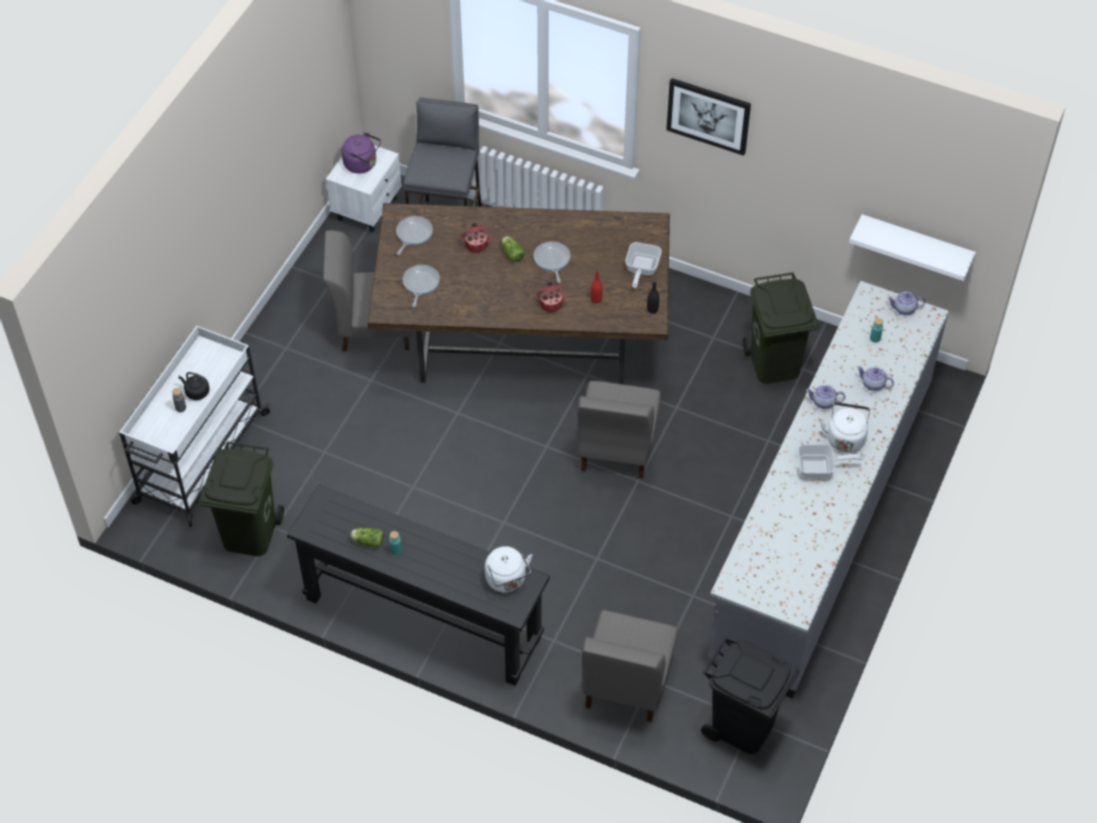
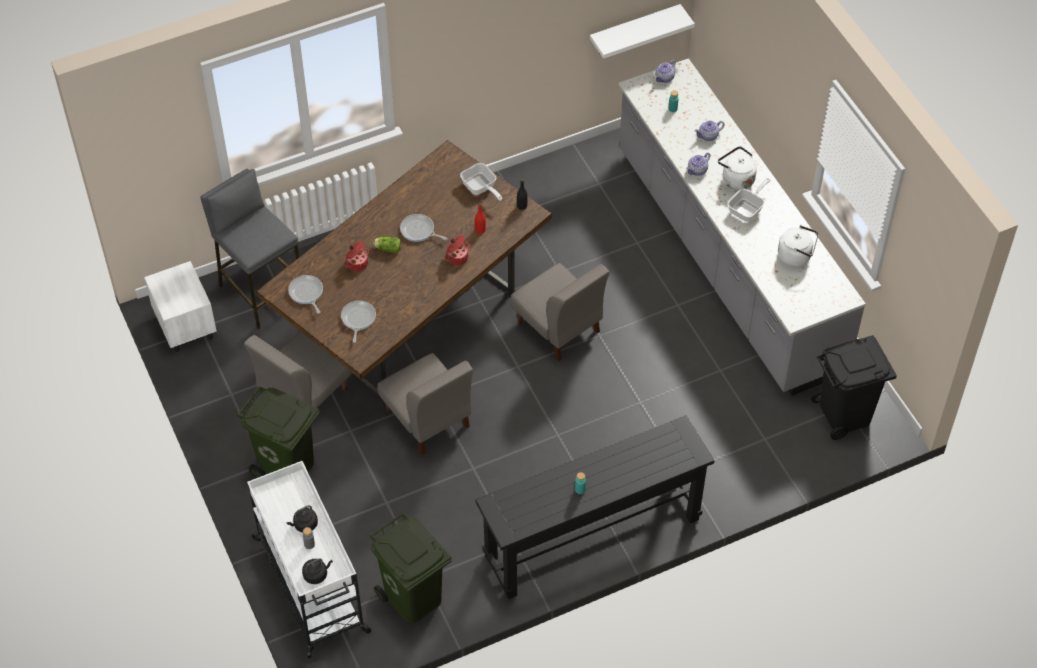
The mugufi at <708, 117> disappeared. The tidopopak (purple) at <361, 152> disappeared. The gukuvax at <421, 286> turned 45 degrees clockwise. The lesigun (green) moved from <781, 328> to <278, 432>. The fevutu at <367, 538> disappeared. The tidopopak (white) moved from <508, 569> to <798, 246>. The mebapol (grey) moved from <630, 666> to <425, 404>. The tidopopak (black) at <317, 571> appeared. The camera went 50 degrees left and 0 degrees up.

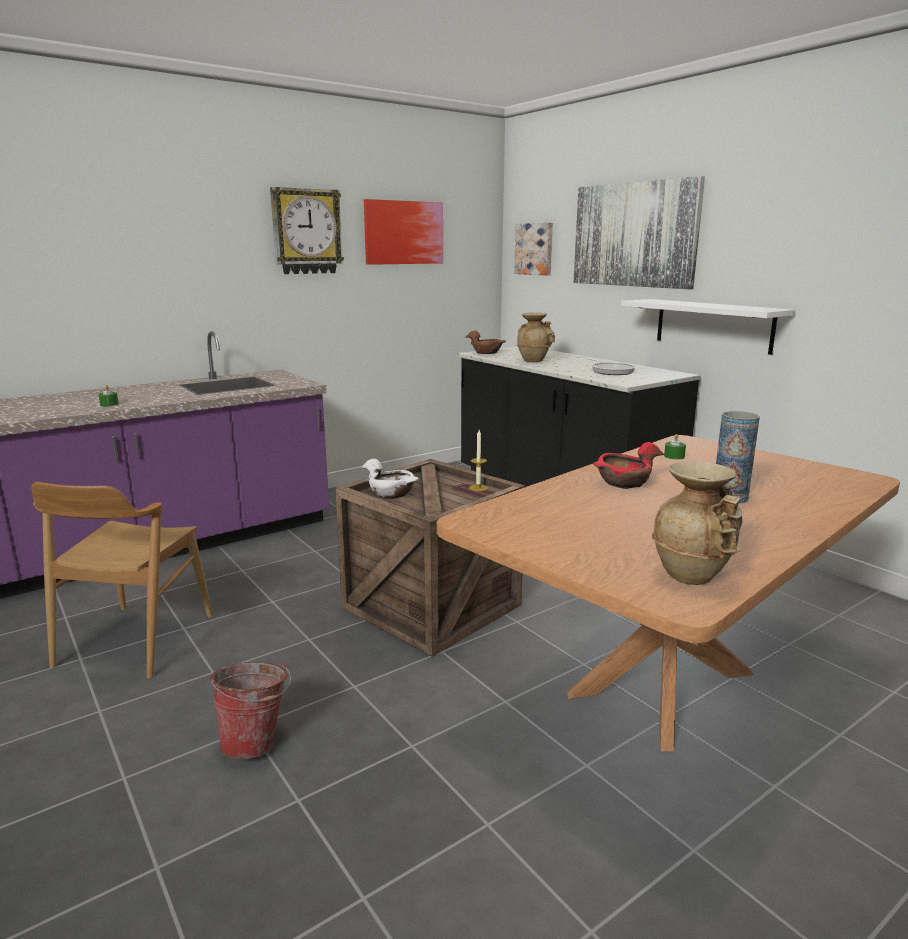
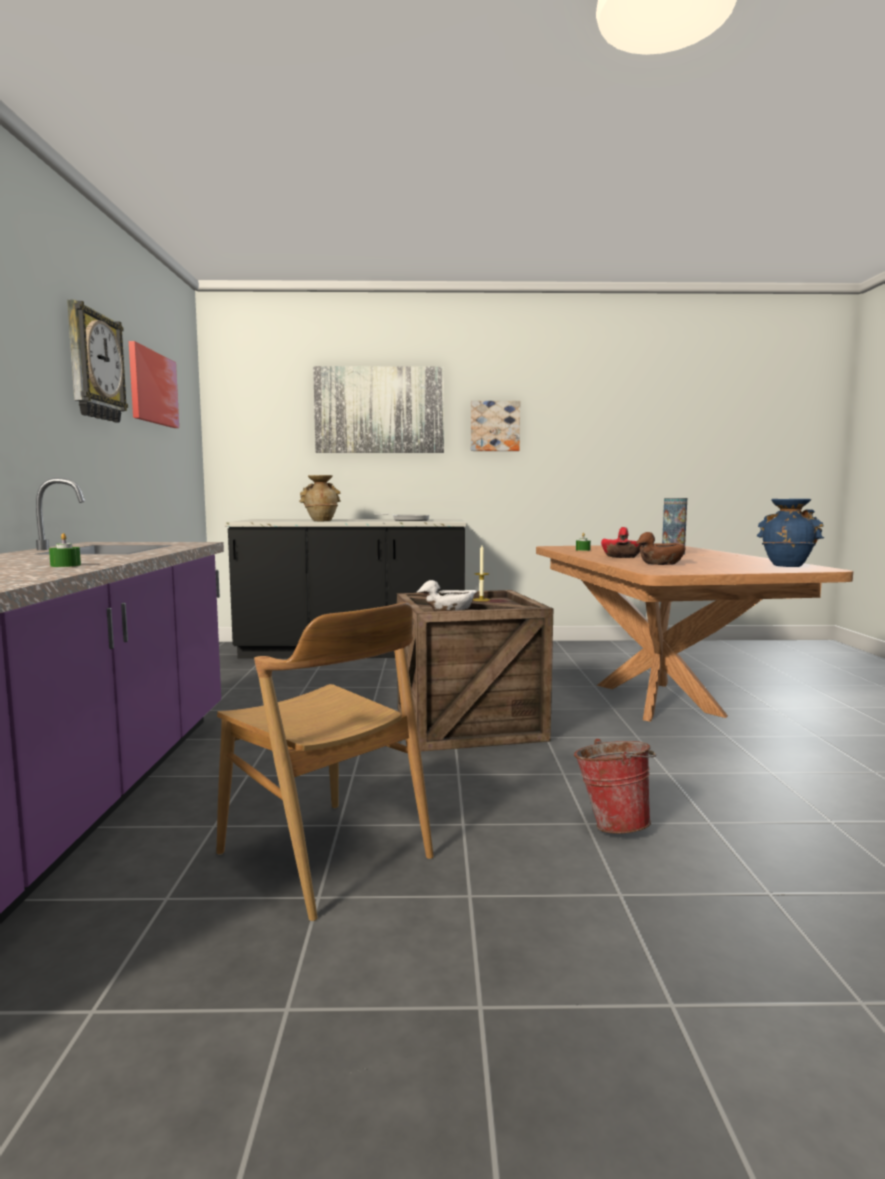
The mugufi moved from <533, 248> to <495, 426>. The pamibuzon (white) at <708, 327> disappeared. The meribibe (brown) moved from <486, 342> to <661, 548>. The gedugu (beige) at <697, 523> became the gedugu (blue) at <790, 533>. The camera went 55 degrees left and 10 degrees down.

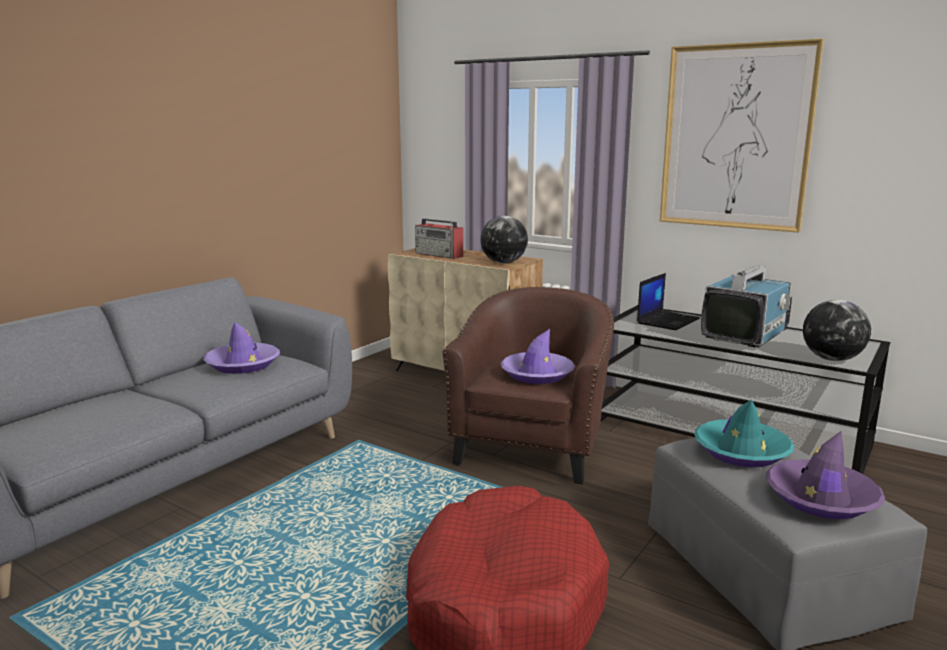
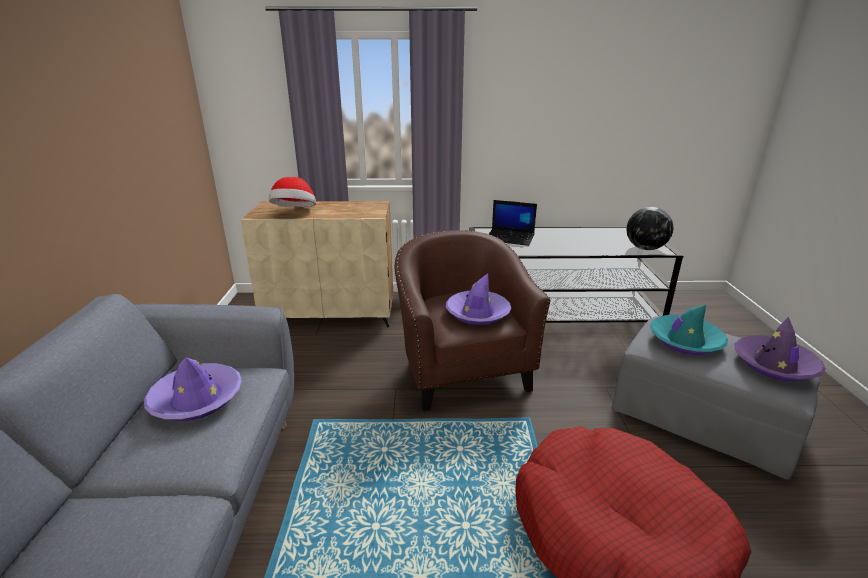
The mugufi at <742, 136> disappeared. The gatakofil at <504, 239> disappeared. The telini at <439, 238> was replaced by the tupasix at <292, 192>. The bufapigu at <746, 306> disappeared. The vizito at <668, 301> turned 105 degrees clockwise. The camera went 35 degrees left and 10 degrees up.

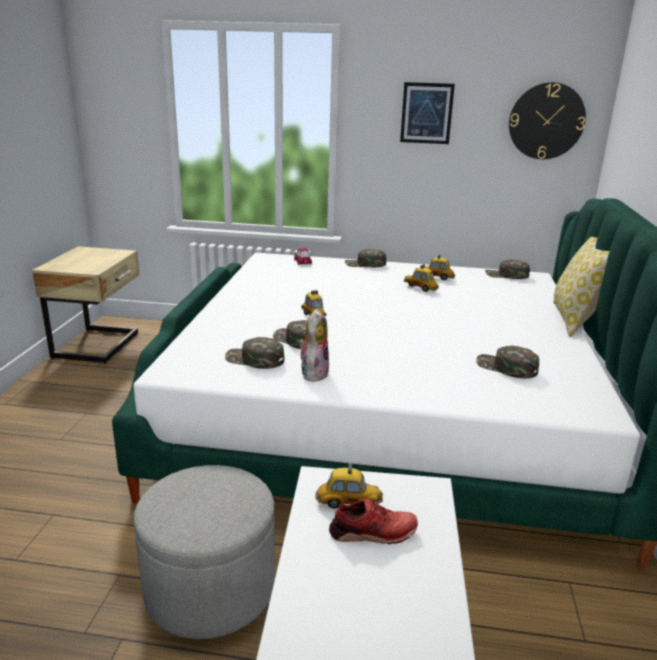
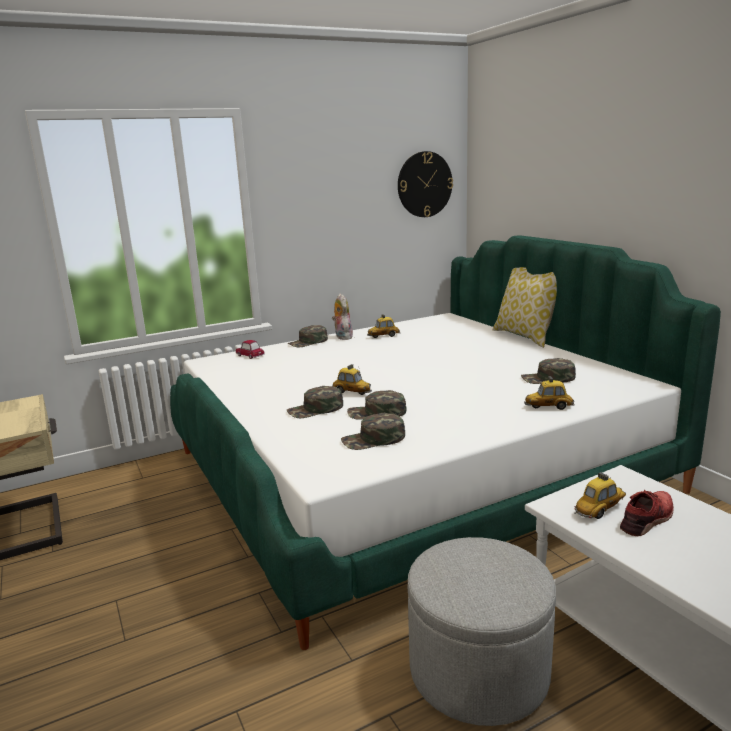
The mugufi at <427, 113> disappeared. The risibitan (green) moved from <507, 269> to <315, 402>. The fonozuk moved from <421, 278> to <549, 393>. The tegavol moved from <314, 345> to <342, 317>. The camera went 35 degrees left and 5 degrees down.

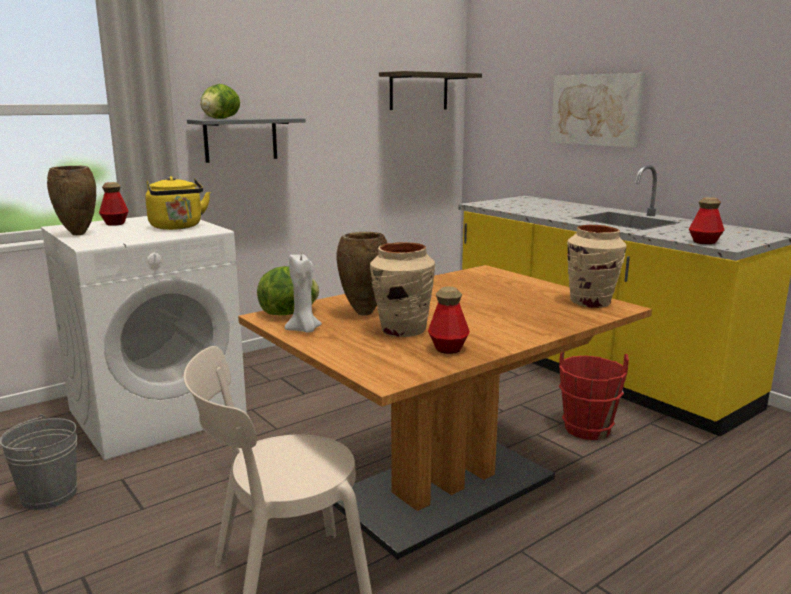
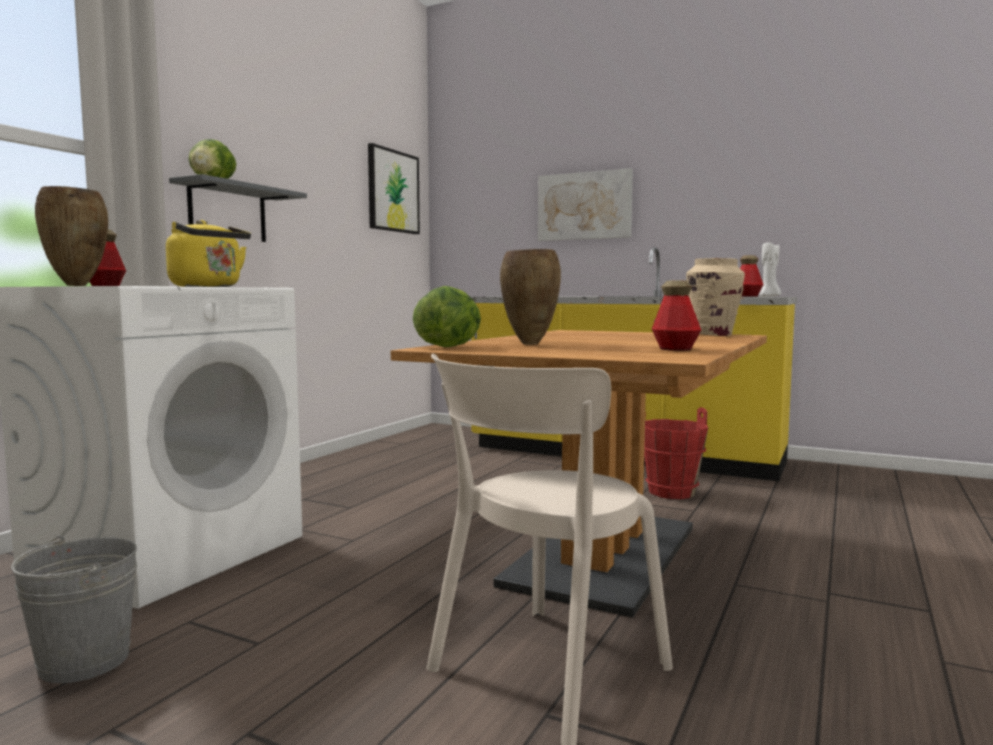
The pamibuzon at <430, 90> was replaced by the mugufi at <394, 188>. The gedugu (beige) at <402, 289> disappeared. The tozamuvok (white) moved from <303, 293> to <770, 269>. The camera went 25 degrees left and 10 degrees down.

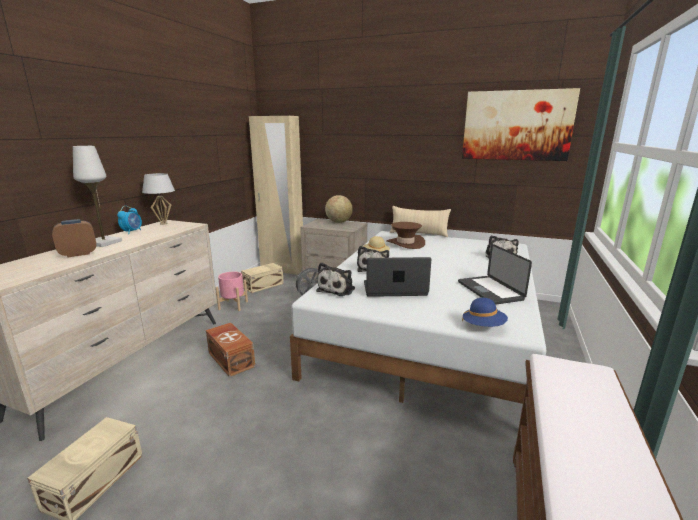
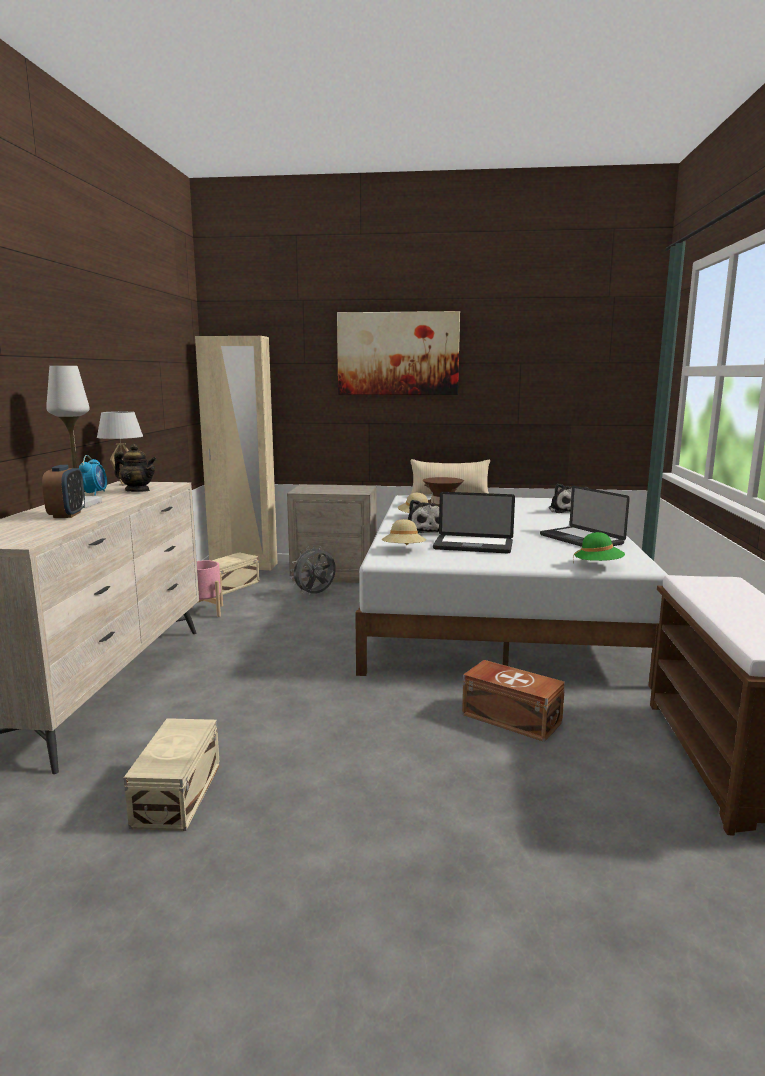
The mugufi moved from <521, 124> to <398, 353>. The gatakofil at <339, 209> disappeared. The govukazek at <74, 238> turned 135 degrees clockwise. The vizito at <397, 277> turned 150 degrees counterclockwise. The tegavol at <335, 279> was replaced by the tupasix (beige) at <404, 532>. The tupasix (blue) at <485, 312> became the tupasix (green) at <599, 547>. The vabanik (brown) moved from <230, 349> to <513, 701>. The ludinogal at <135, 468> appeared. The camera went 15 degrees left and 5 degrees down.

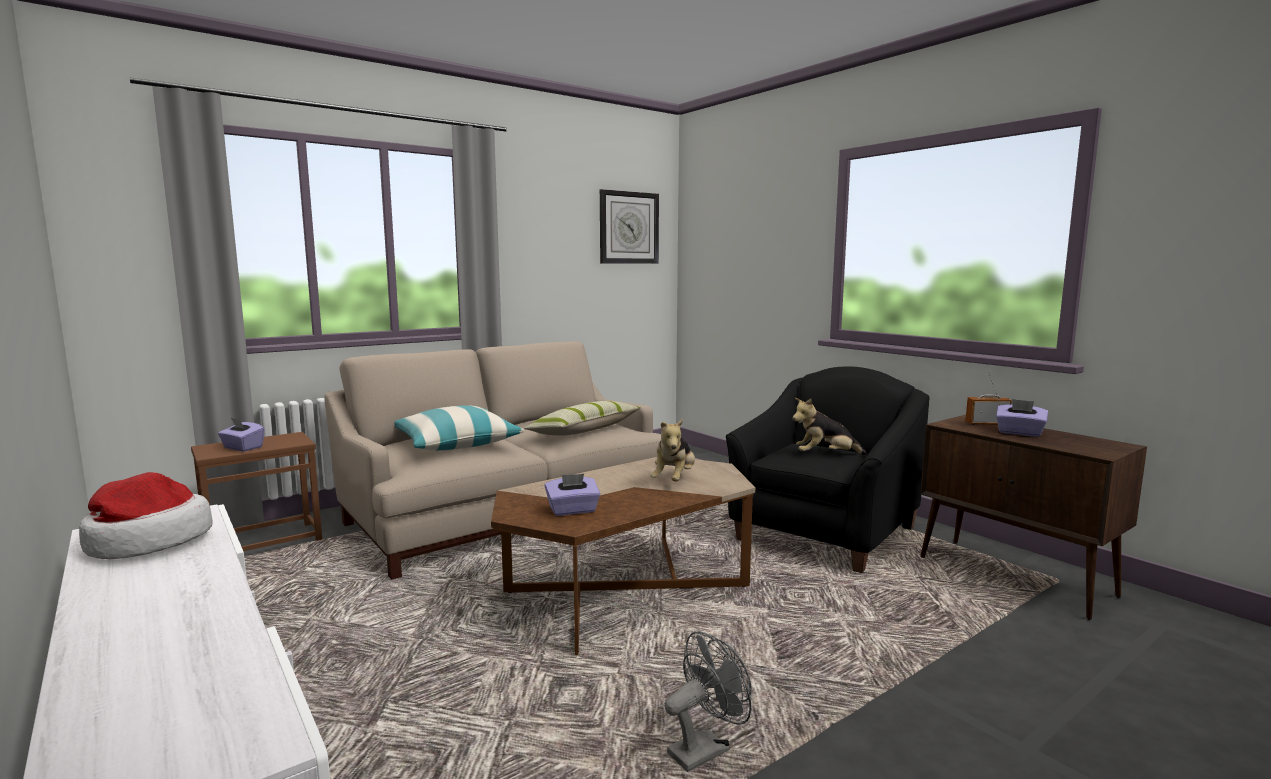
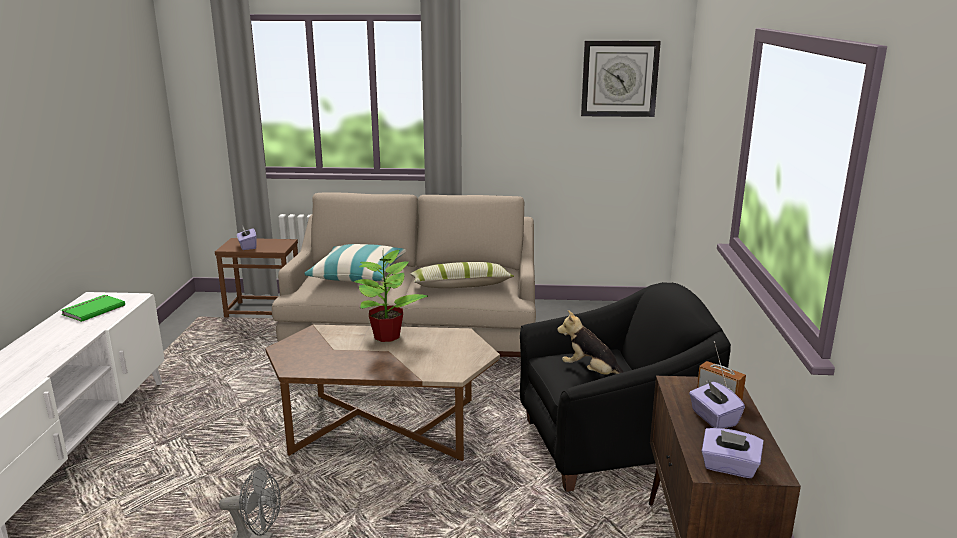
The tegavol at <672, 450> disappeared. The tupasix at <146, 515> was replaced by the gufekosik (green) at <93, 308>. The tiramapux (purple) moved from <572, 495> to <732, 453>. The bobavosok at <391, 296> appeared. The camera went 40 degrees right and 10 degrees up.

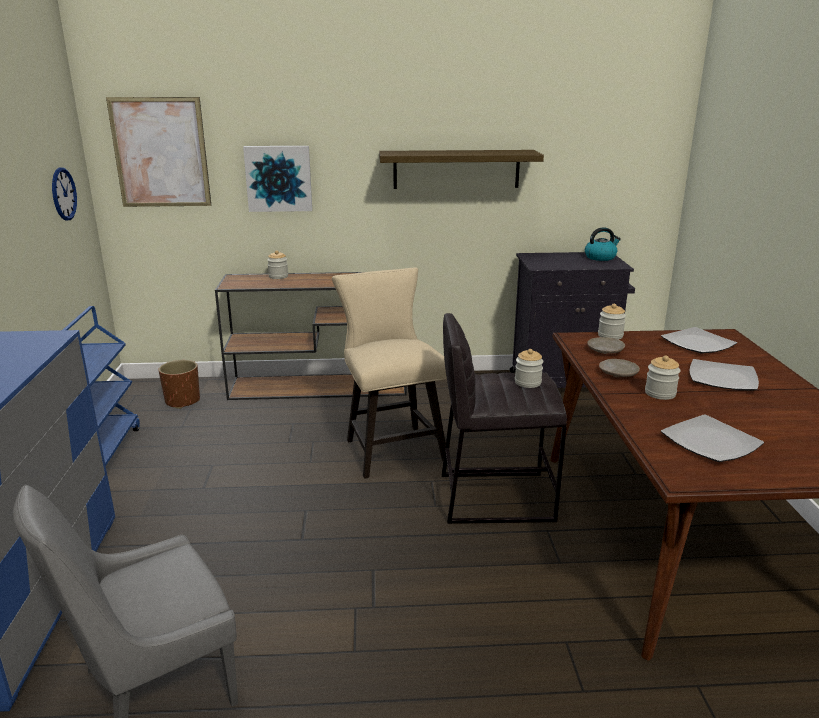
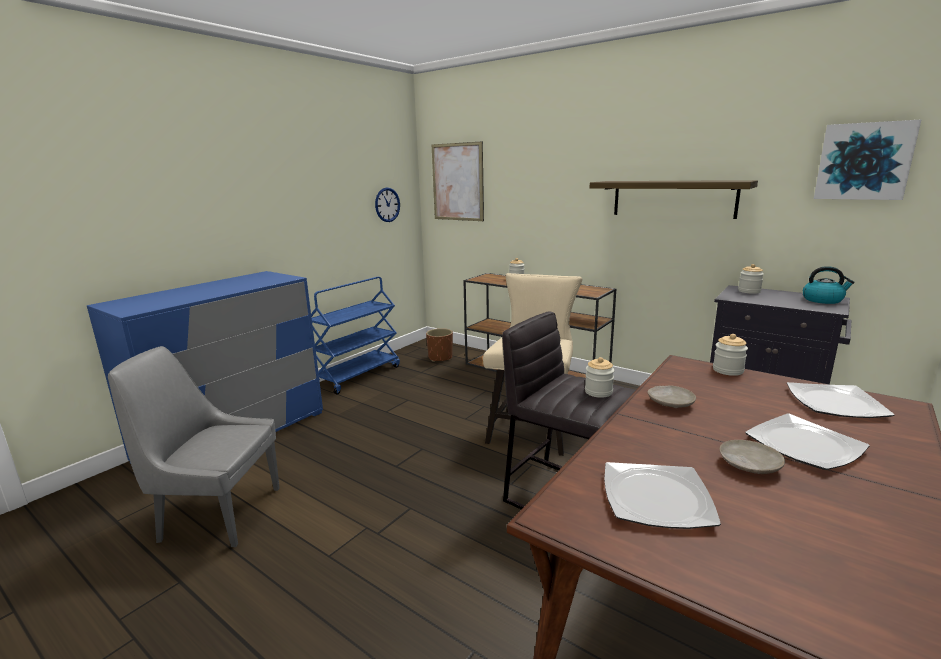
The mugufi moved from <277, 179> to <868, 159>. The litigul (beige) moved from <606, 345> to <752, 457>. The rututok moved from <662, 377> to <751, 279>. The camera went 40 degrees right and 5 degrees down.

